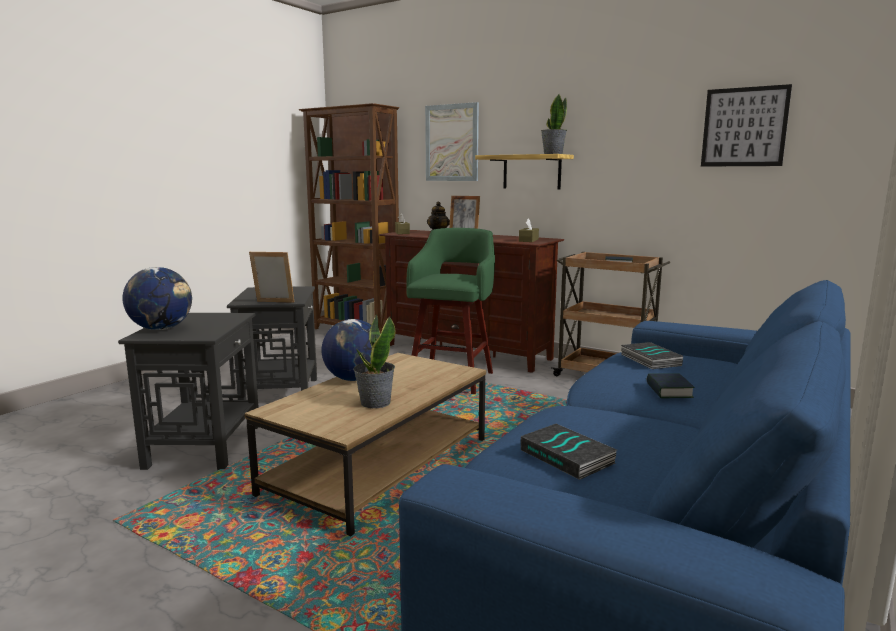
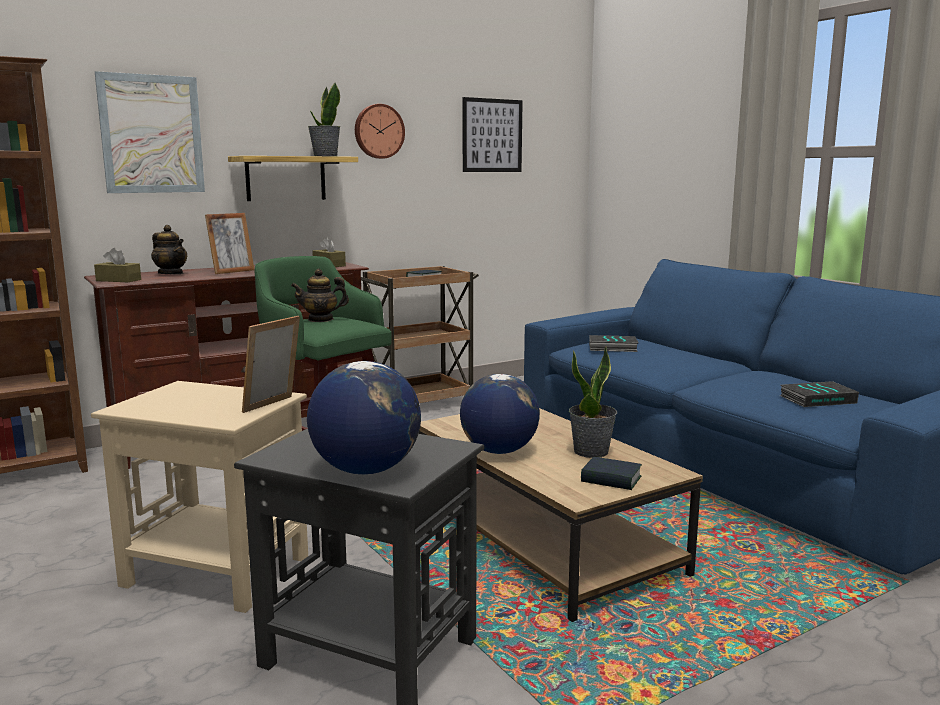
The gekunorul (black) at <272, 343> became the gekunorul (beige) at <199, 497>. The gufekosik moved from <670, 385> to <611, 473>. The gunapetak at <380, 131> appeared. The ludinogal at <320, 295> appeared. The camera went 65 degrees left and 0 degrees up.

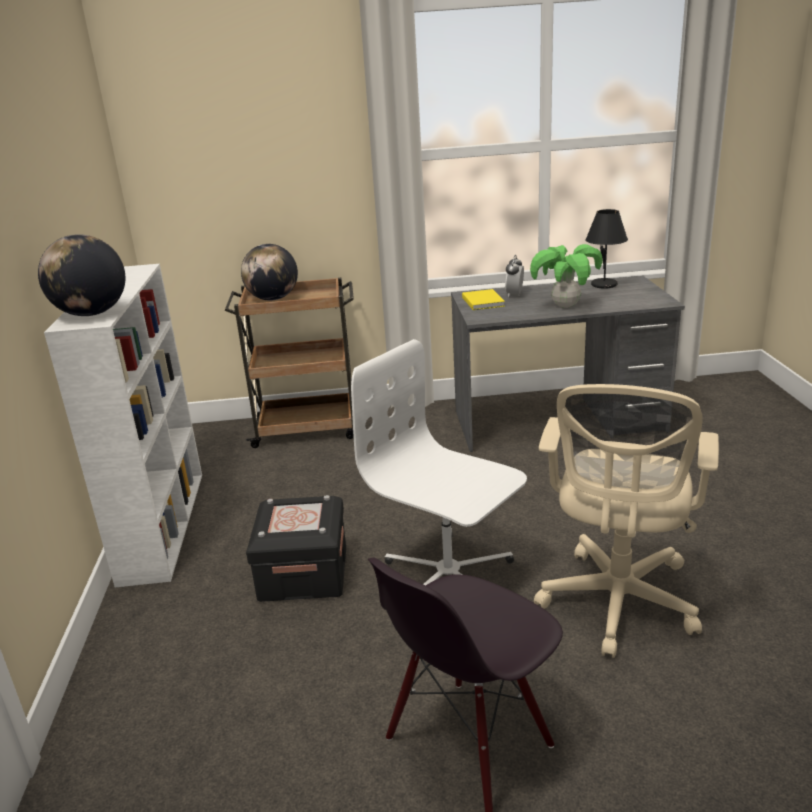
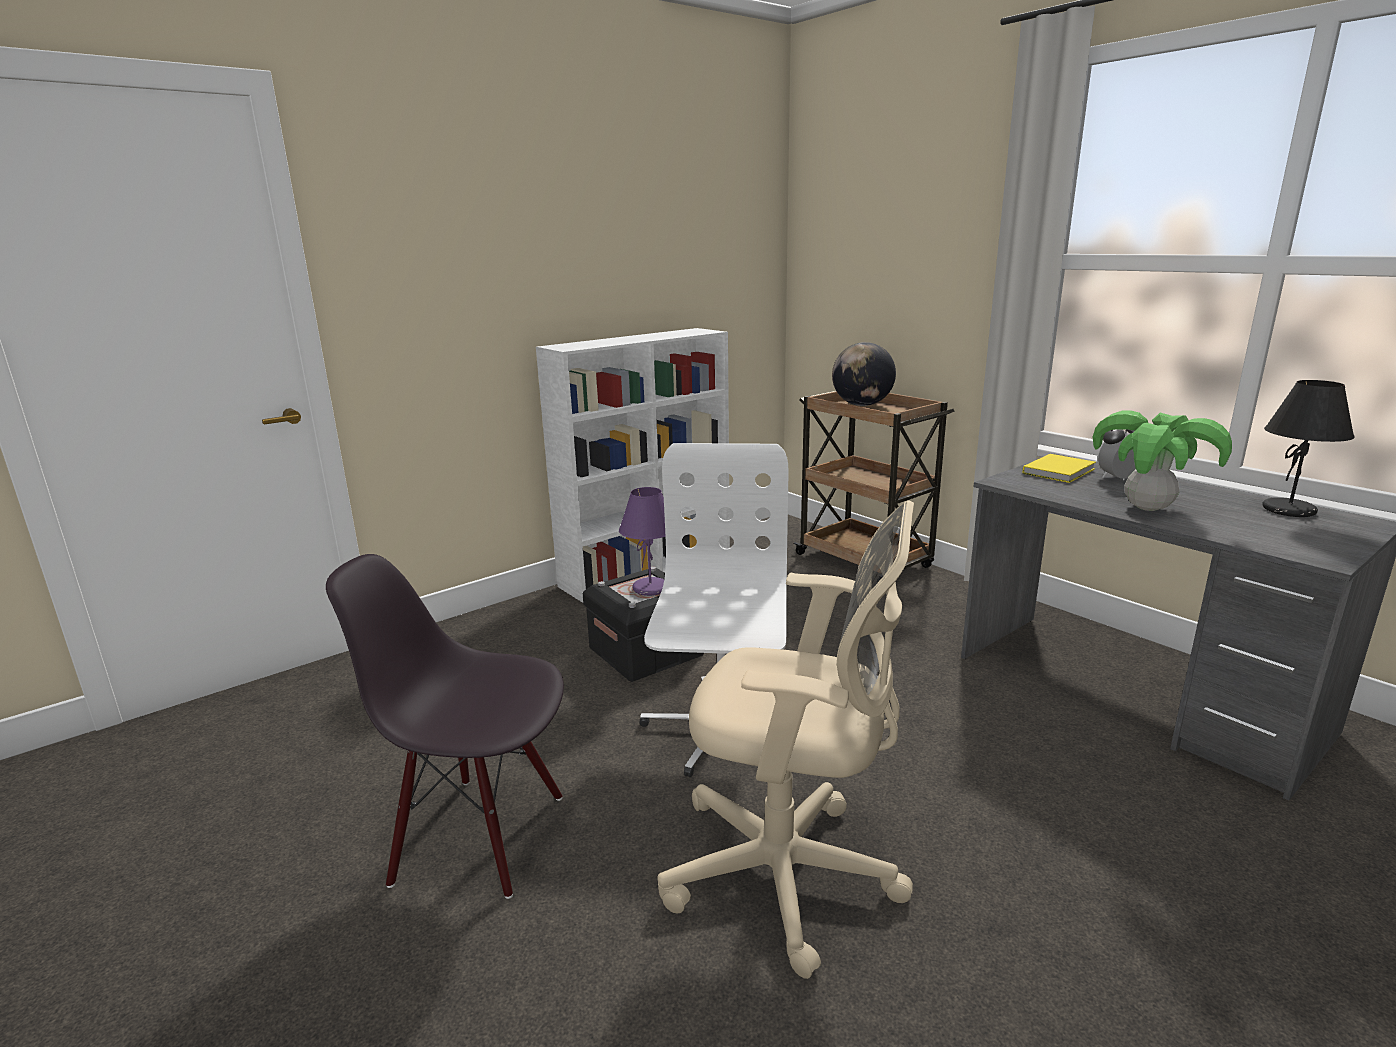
The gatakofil at <81, 275> disappeared. The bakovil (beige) at <626, 521> turned 150 degrees counterclockwise. The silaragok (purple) at <642, 541> appeared. The camera went 55 degrees right and 5 degrees down.

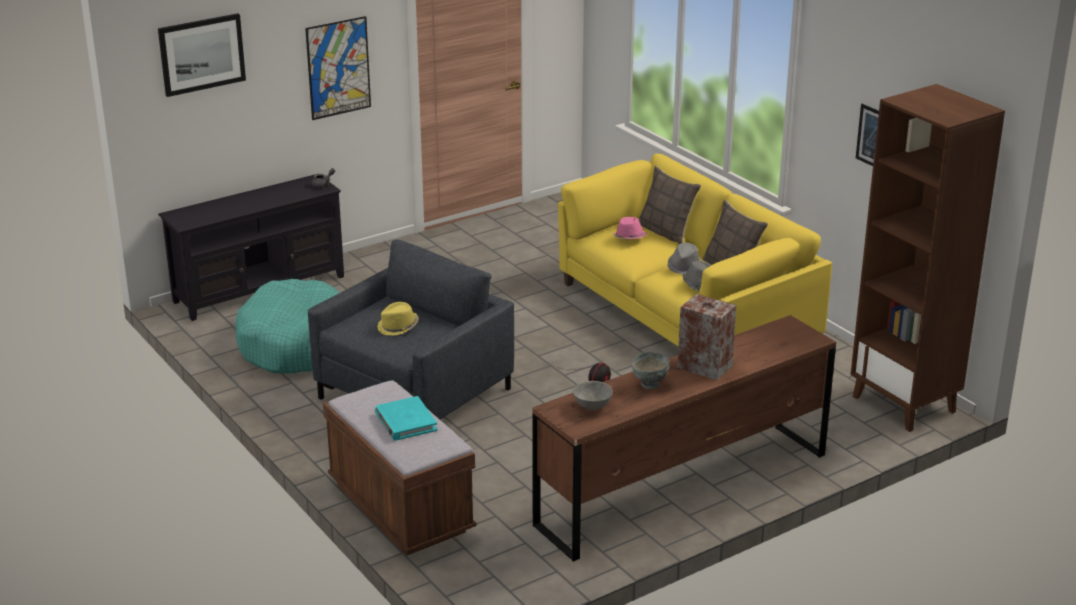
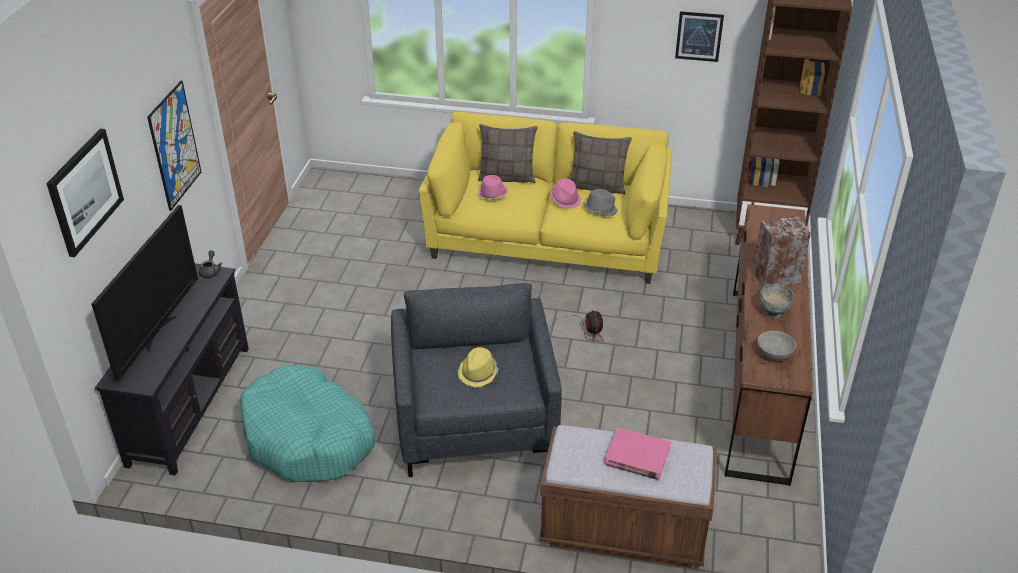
The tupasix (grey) at <684, 258> became the tupasix (pink) at <565, 193>. The gufekosik (turquoise) at <406, 418> became the gufekosik (pink) at <637, 453>. The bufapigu at <144, 293> appeared. The camera went 45 degrees left and 10 degrees up.

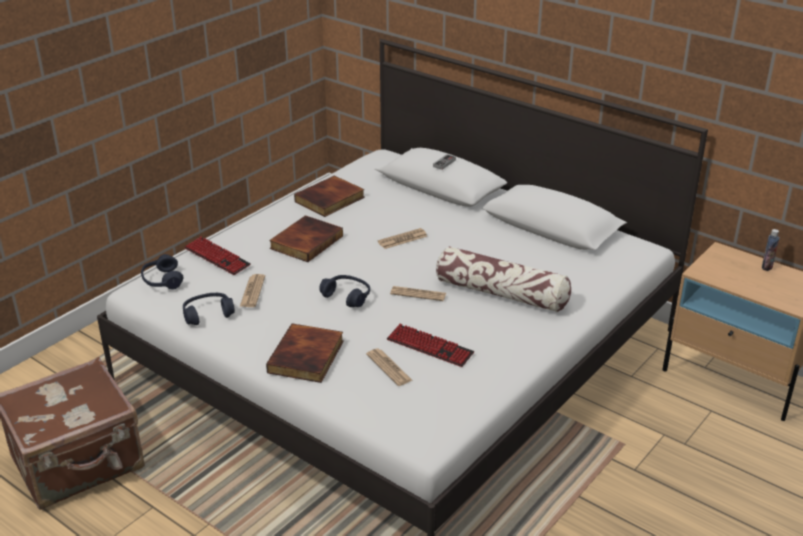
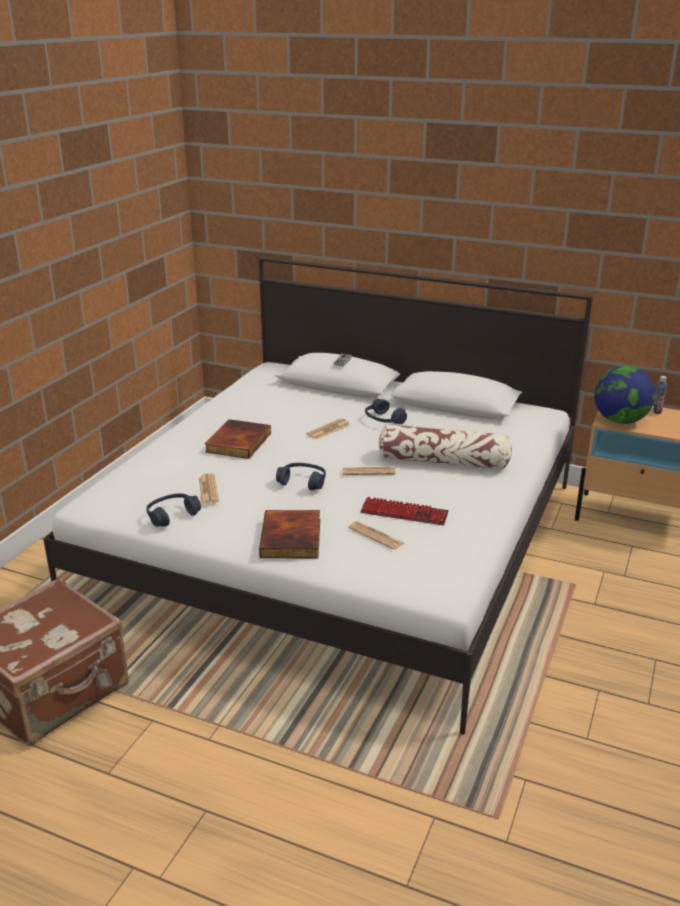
The gufekosik at <329, 196> disappeared. The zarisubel at <217, 255> disappeared. The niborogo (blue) moved from <162, 272> to <386, 411>. The gatakofil at <624, 395> appeared. The camera went 15 degrees left and 5 degrees down.

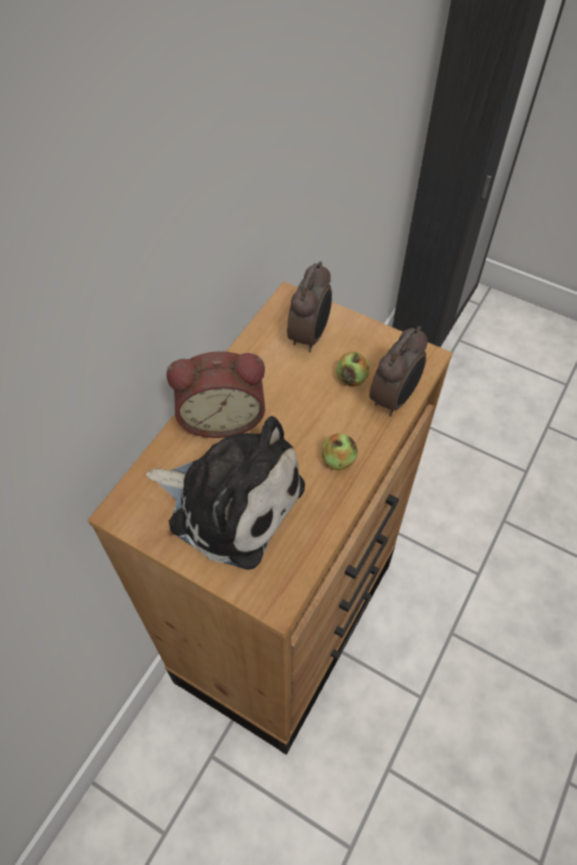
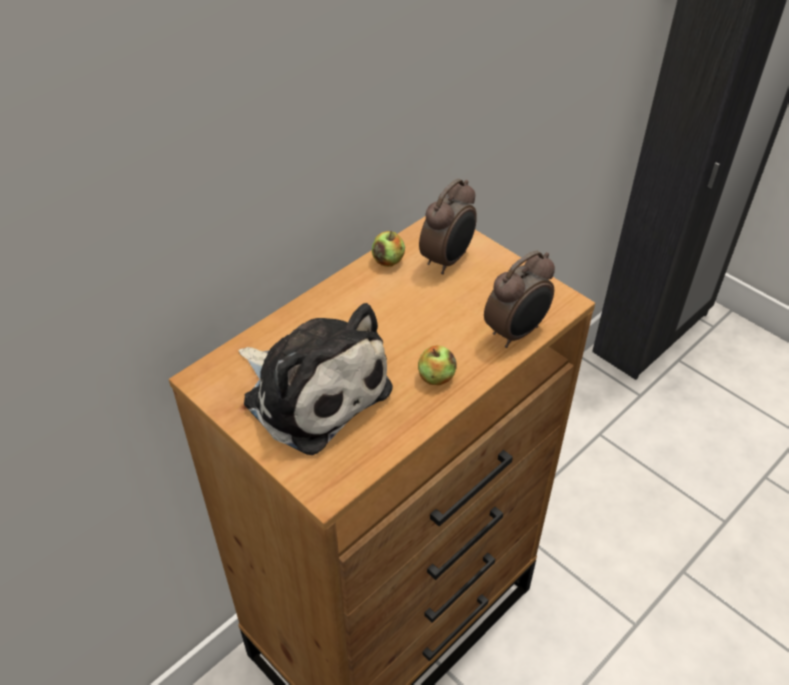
The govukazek at <215, 394> disappeared. The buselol moved from <353, 369> to <388, 249>. The camera went 15 degrees right and 10 degrees down.

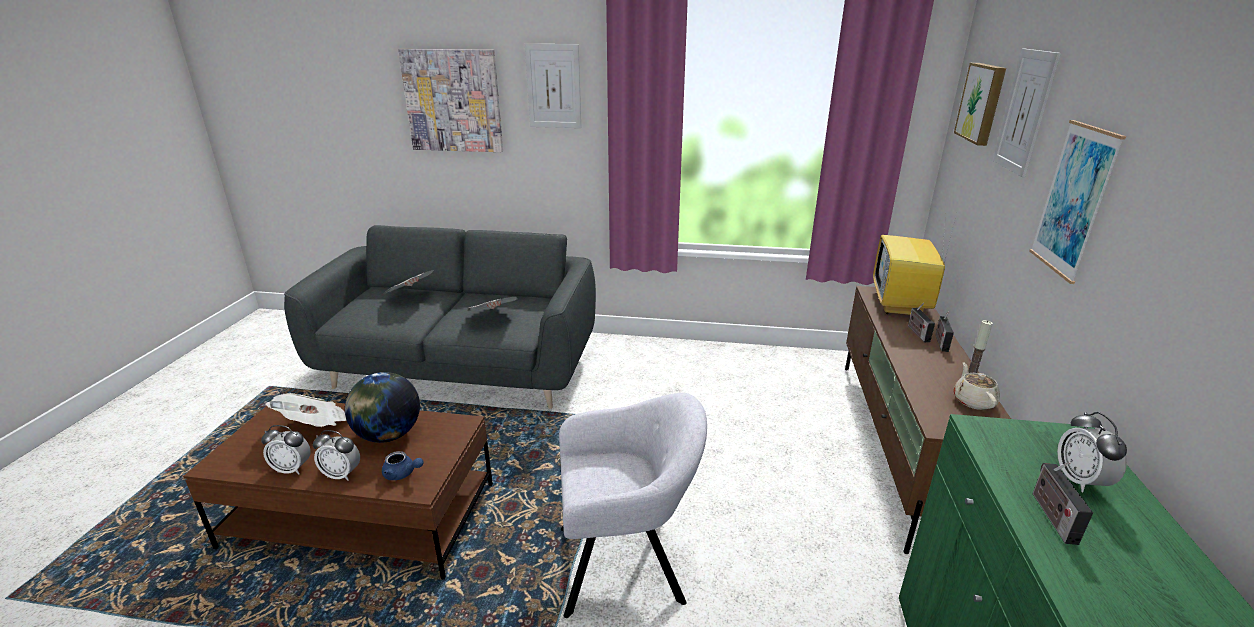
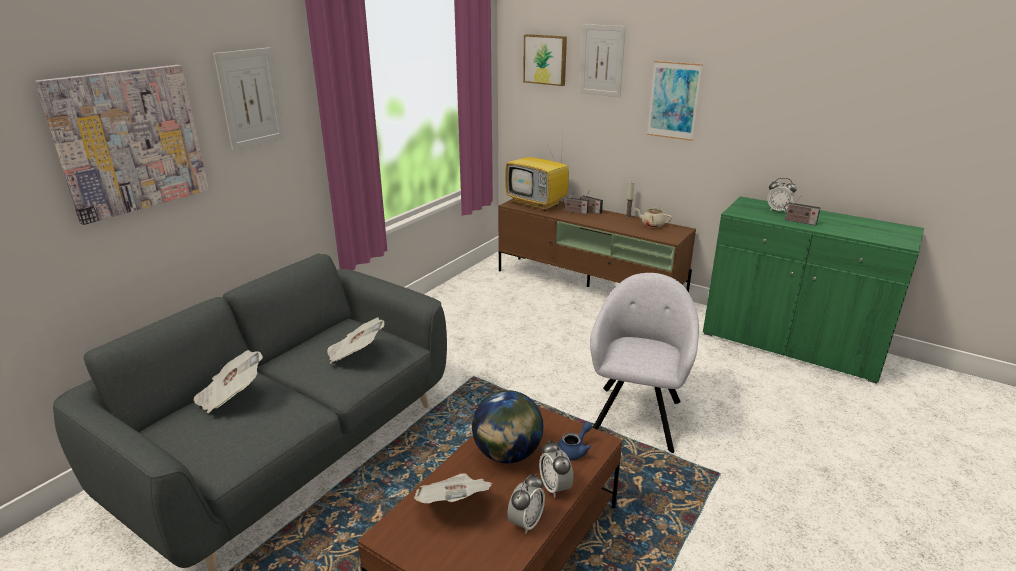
The govukazek at <336, 455> turned 120 degrees clockwise. The camera went 65 degrees left and 0 degrees up.

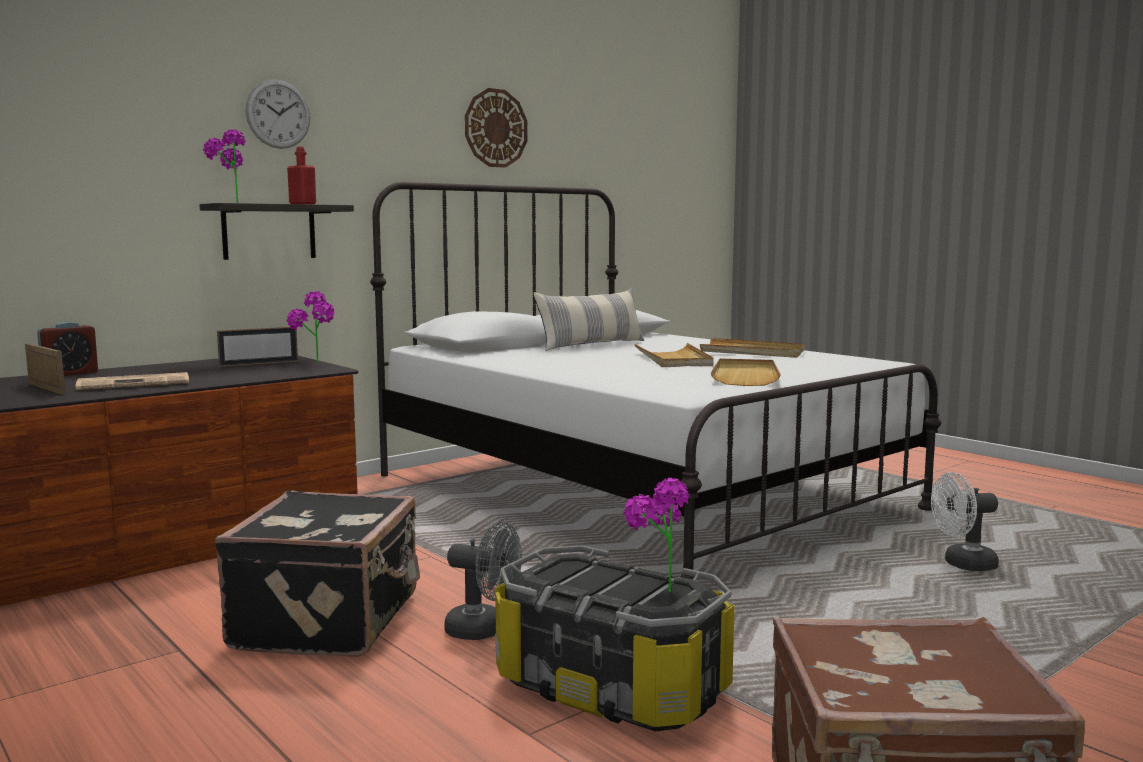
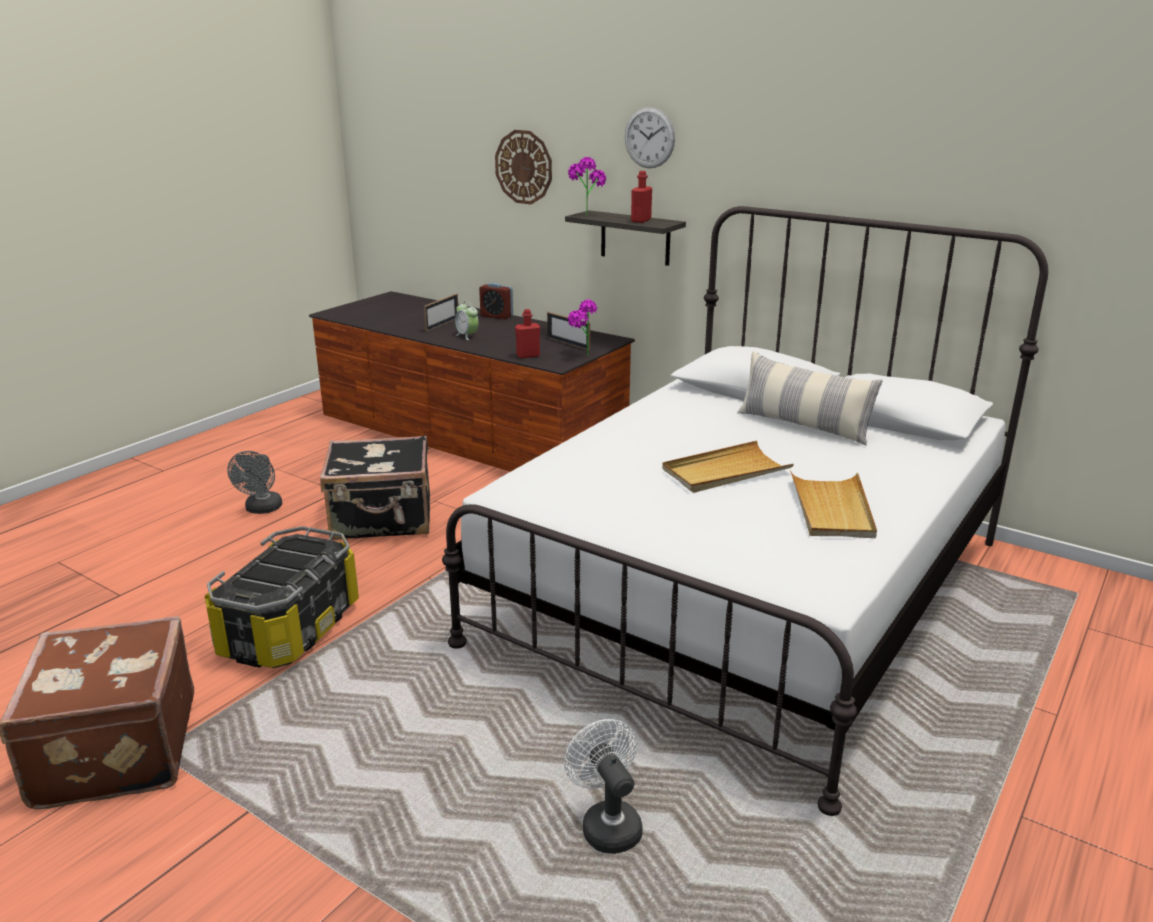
The gunapetak moved from <496, 128> to <523, 167>. The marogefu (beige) at <746, 372> disappeared. The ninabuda at <132, 381> was replaced by the govukazek at <467, 320>. The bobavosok at <656, 535> disappeared. The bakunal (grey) moved from <483, 581> to <254, 482>. The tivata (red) at <527, 333> appeared. The camera went 75 degrees right and 15 degrees up.

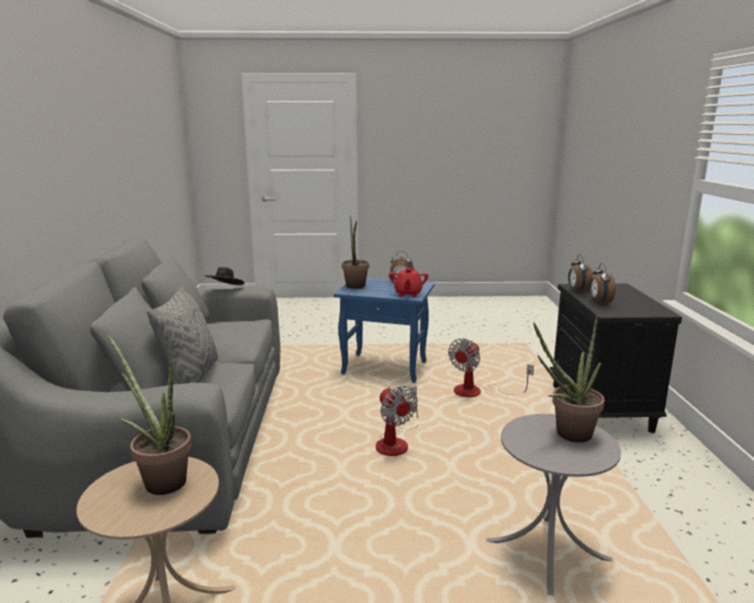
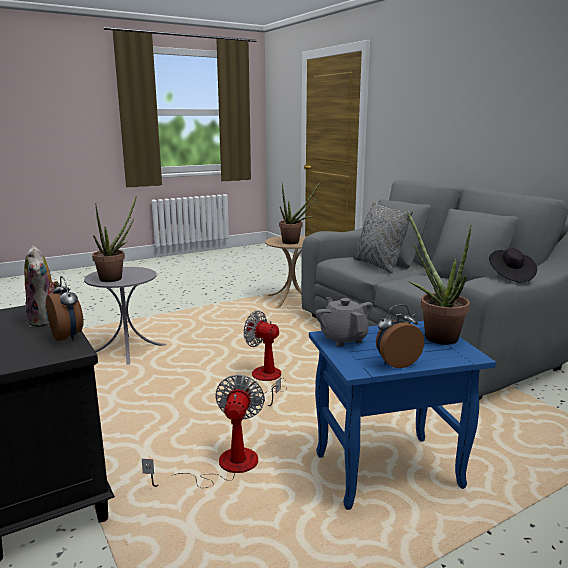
The govukazek at <602, 284> was replaced by the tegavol at <41, 286>. The ludinogal (red) at <409, 282> became the ludinogal (grey) at <344, 322>. The camera went 150 degrees right and 0 degrees up.

